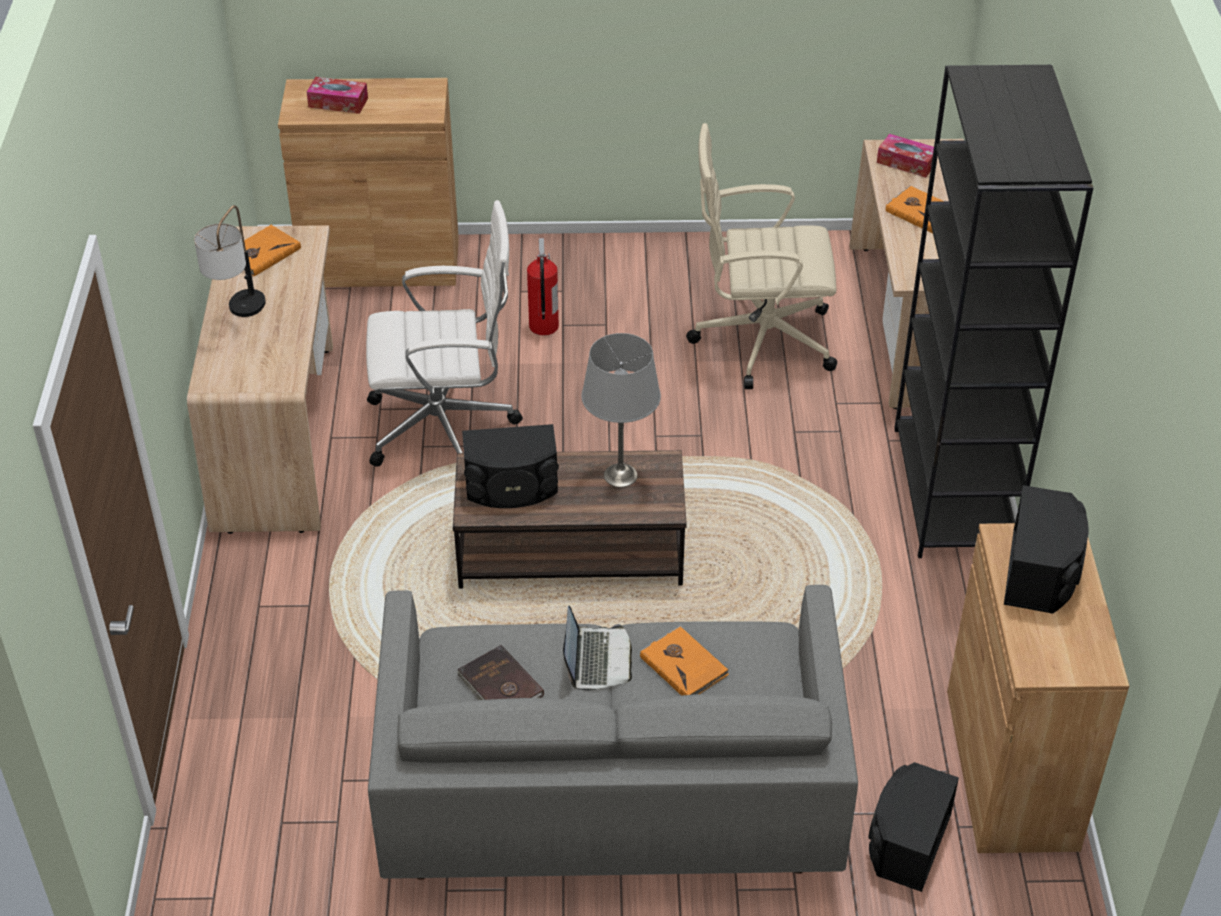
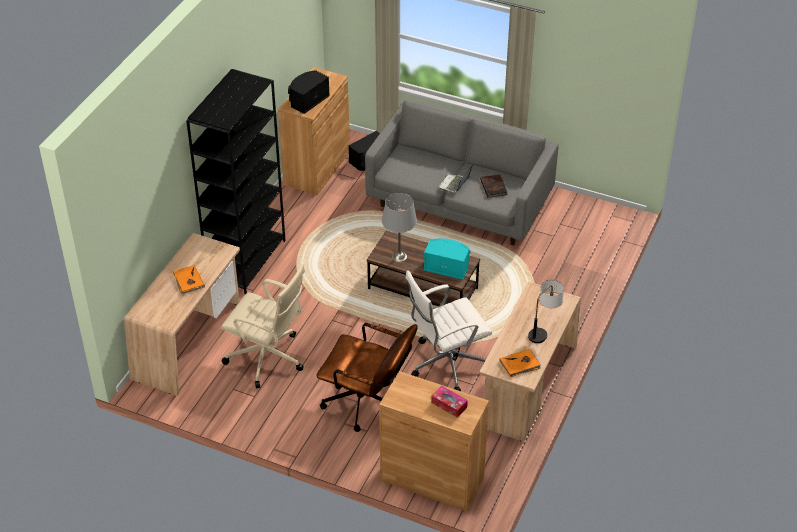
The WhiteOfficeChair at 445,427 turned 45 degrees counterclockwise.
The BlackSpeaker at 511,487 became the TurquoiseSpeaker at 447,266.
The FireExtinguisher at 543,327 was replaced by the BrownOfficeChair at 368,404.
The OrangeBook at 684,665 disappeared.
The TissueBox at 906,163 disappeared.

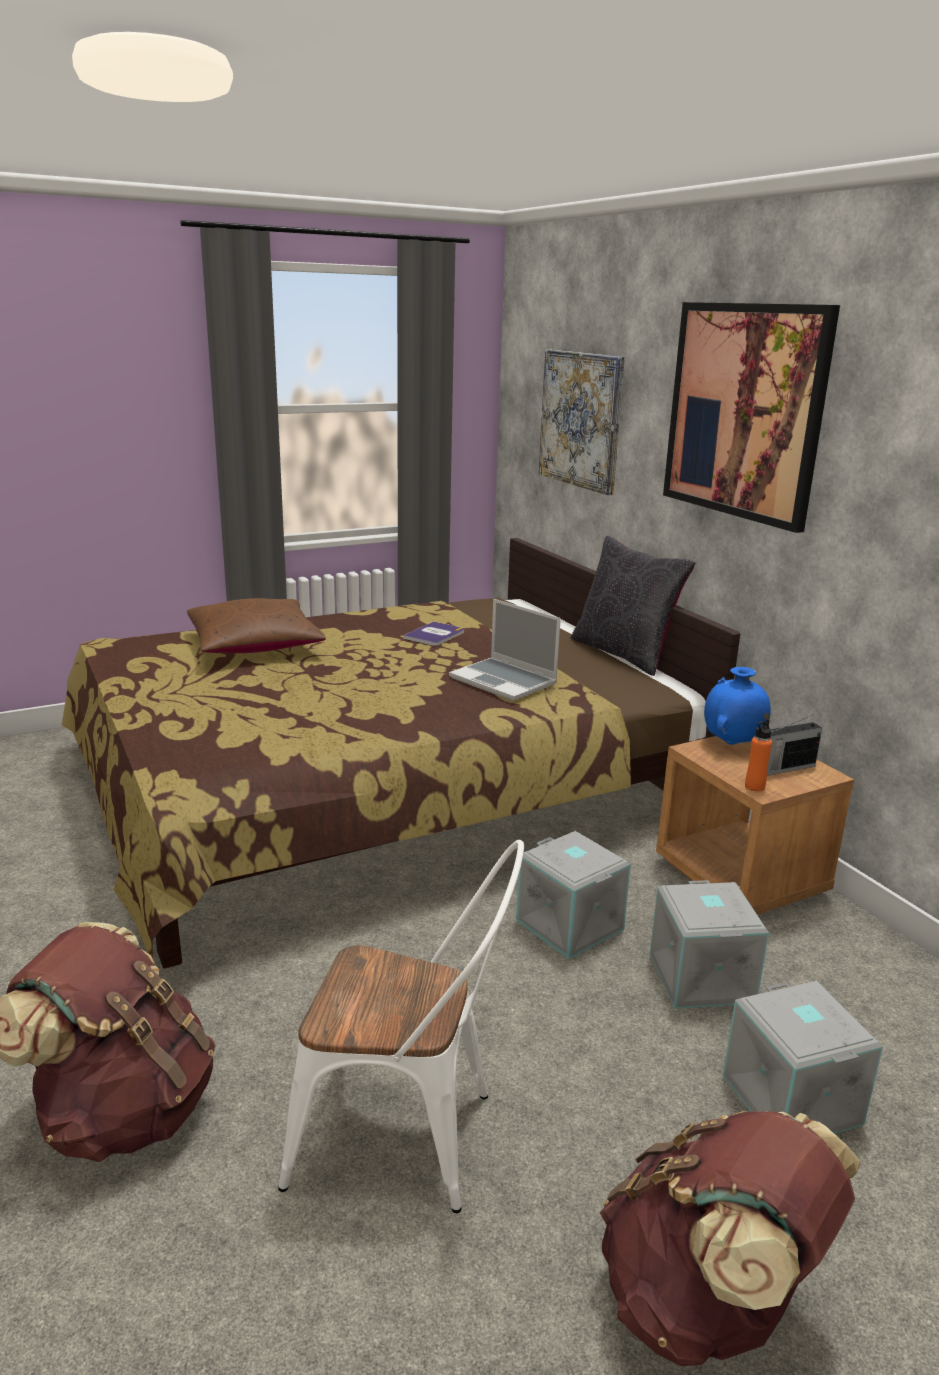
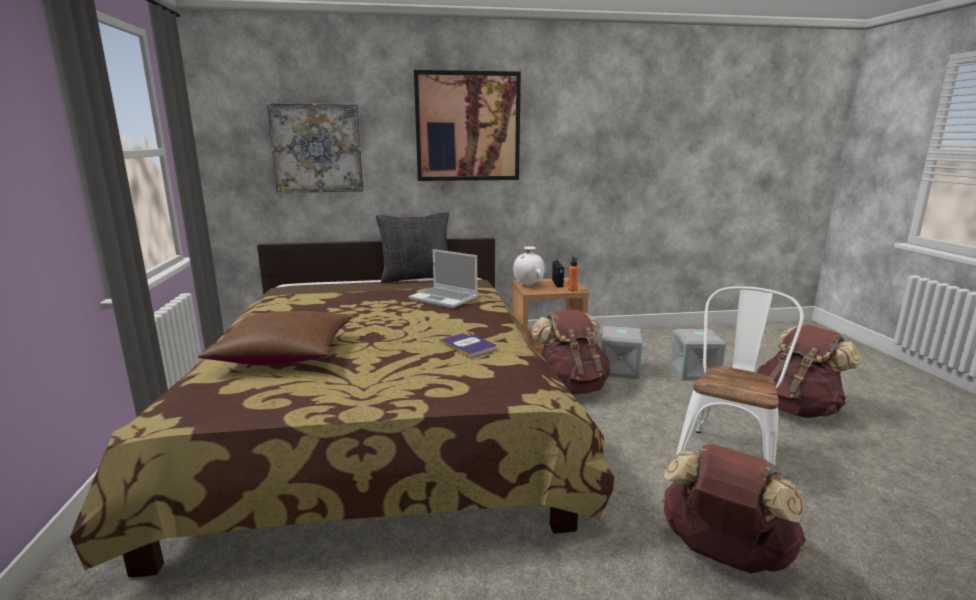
The Book moved from 434,635 to 468,345.
The Laptop at 505,681 turned 60 degrees clockwise.
The GreyStorageBox at 571,924 was replaced by the BrownBackpack at 570,387.
The BlueVase at 732,744 became the WhiteVase at 528,285.

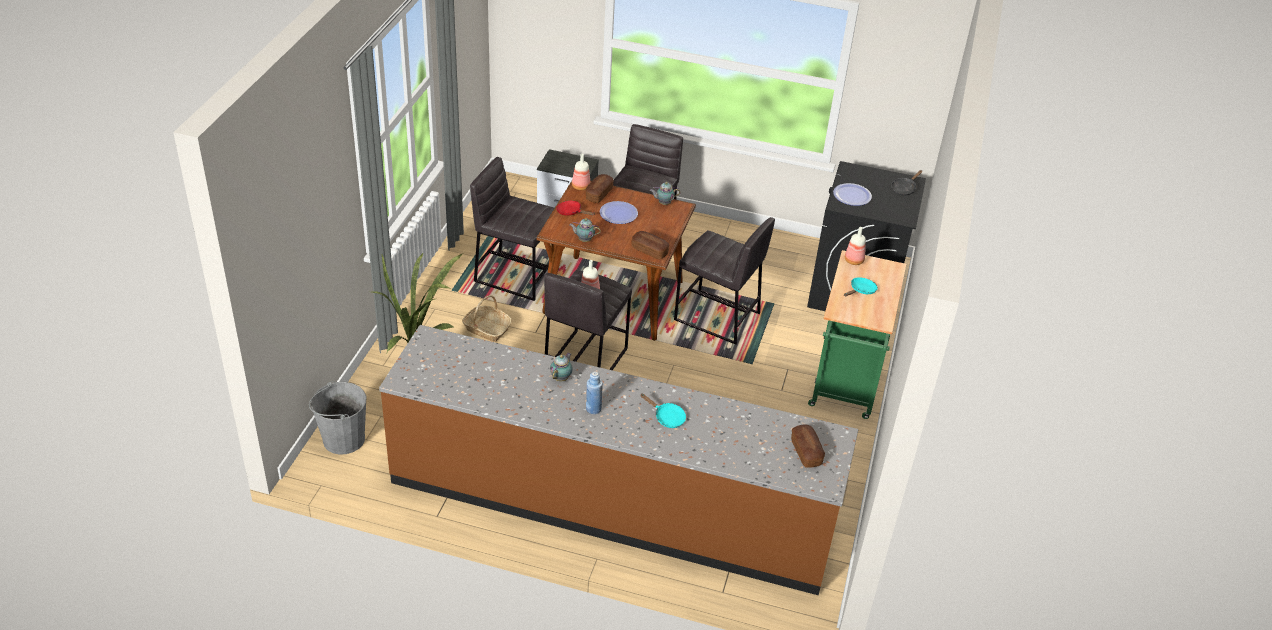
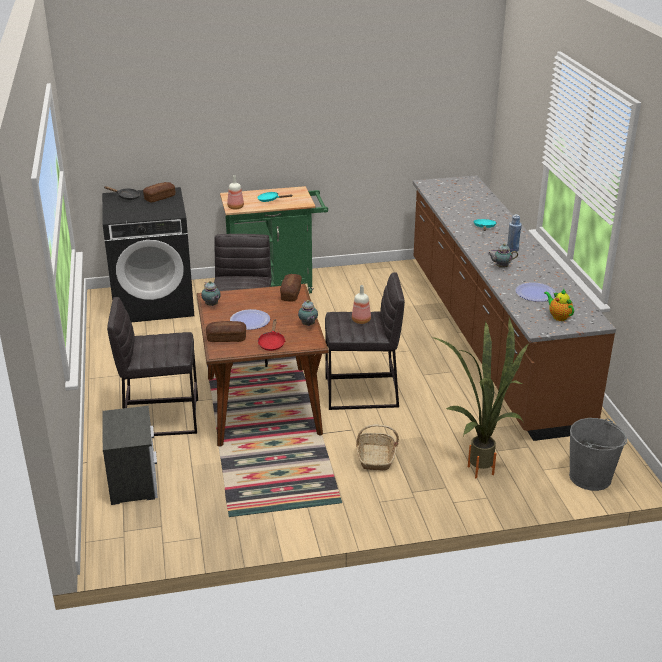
The GreyStool at 516,275 disappeared.
The Bottle at 580,187 disappeared.
The Bread moved from 806,452 to 159,198.
The Plate moved from 852,195 to 535,293.
The Teapot at 558,317 appeared.

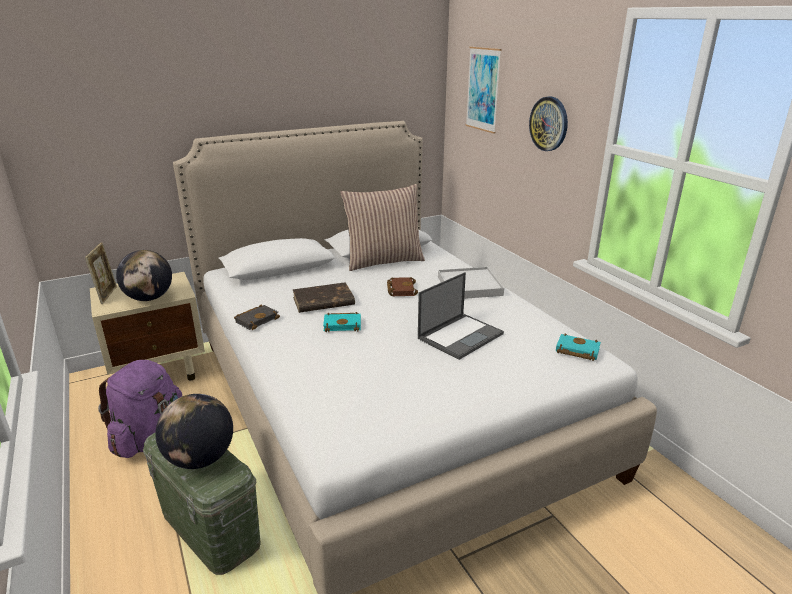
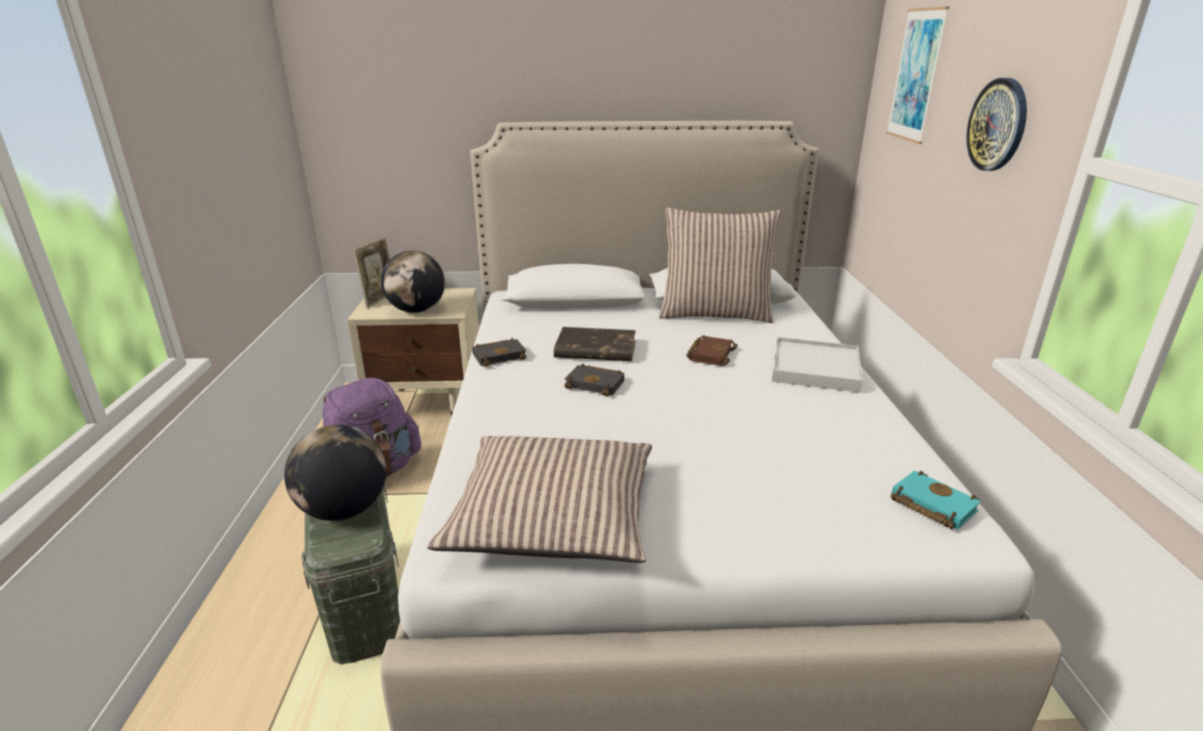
The TurquoiseBook at 343,324 became the BlackBook at 597,384.
The Laptop at 461,335 disappeared.
The Pillow at 553,515 appeared.

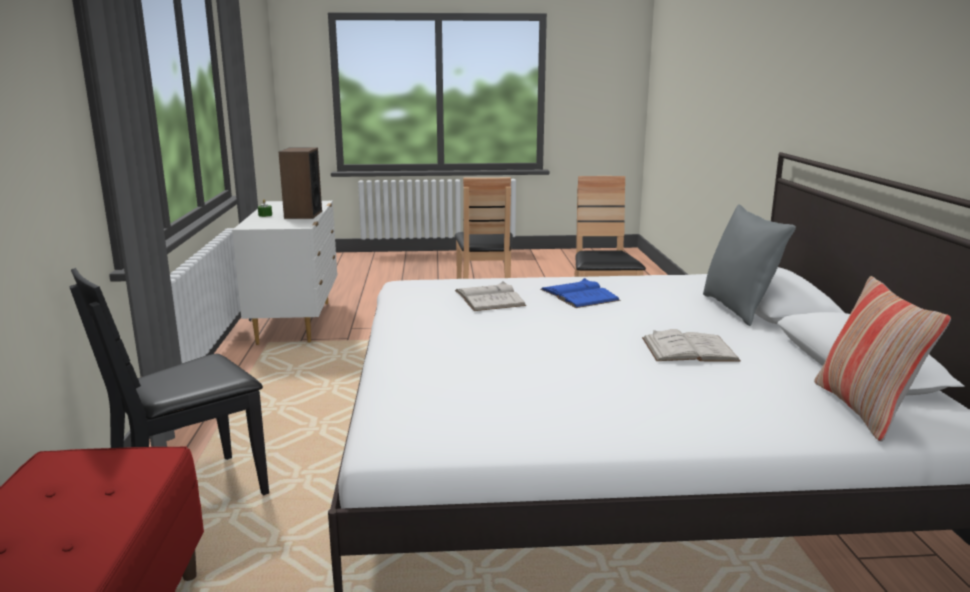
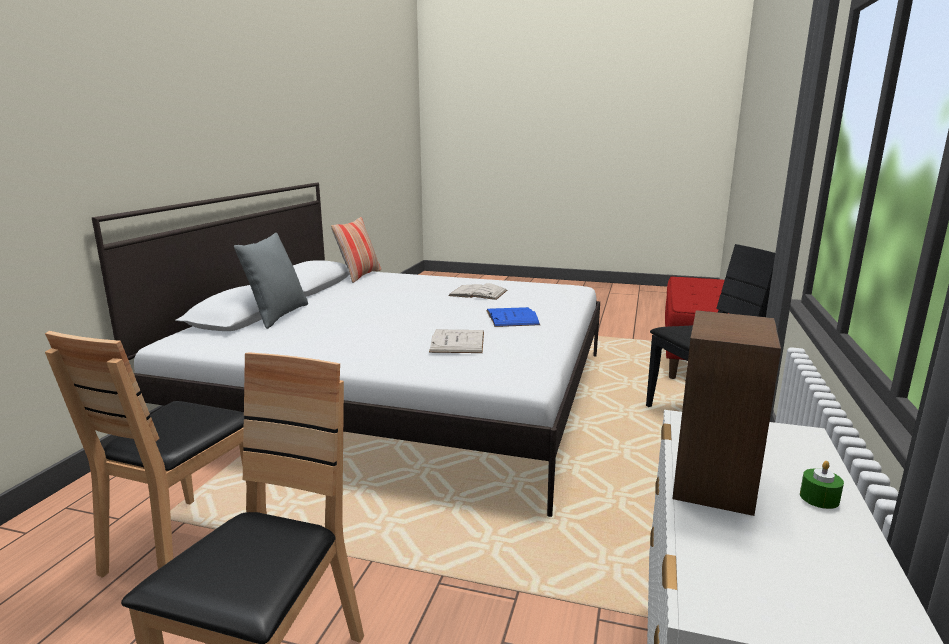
The BlueBook moved from 579,295 to 512,317.
The WhiteBook moved from 689,349 to 478,293.

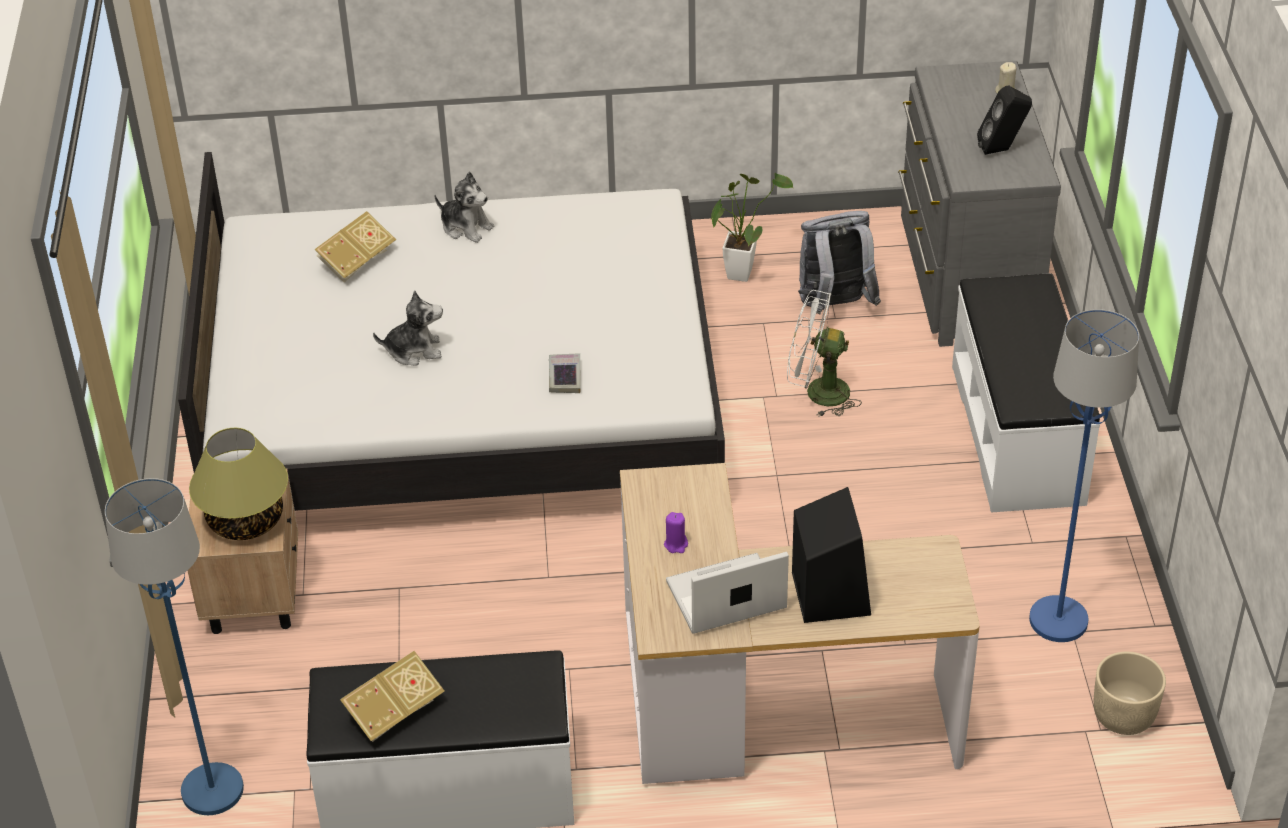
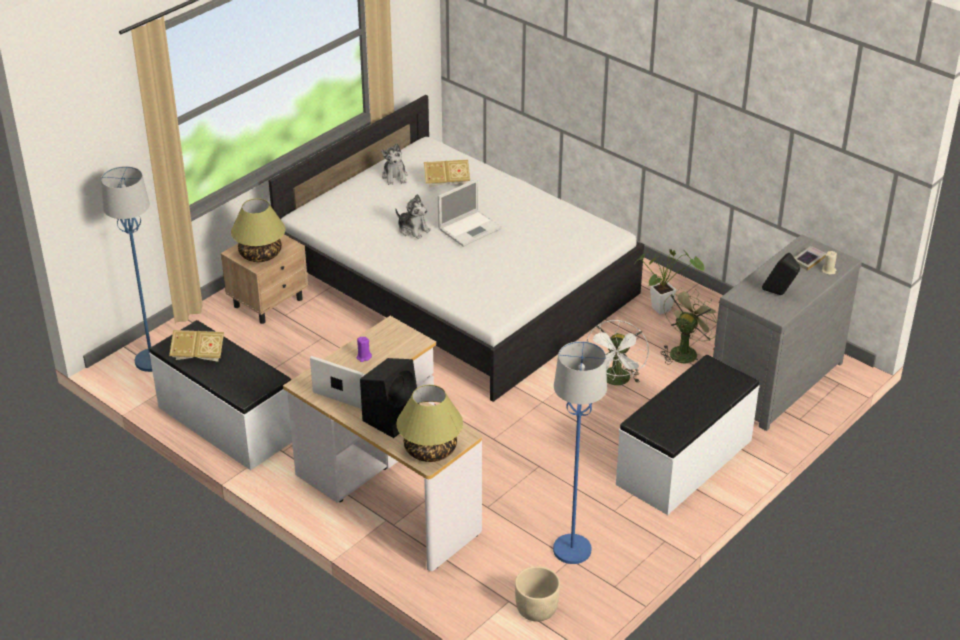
The PlushToy moved from 466,227 to 395,176.
The Book moved from 564,377 to 808,260.
The WhiteFan at 817,393 turned 135 degrees counterclockwise.
The GreyBackpack at 834,306 was replaced by the GreenFan at 685,351.
The TableLamp at 430,450 appeared.
The Laptop at 470,228 appeared.

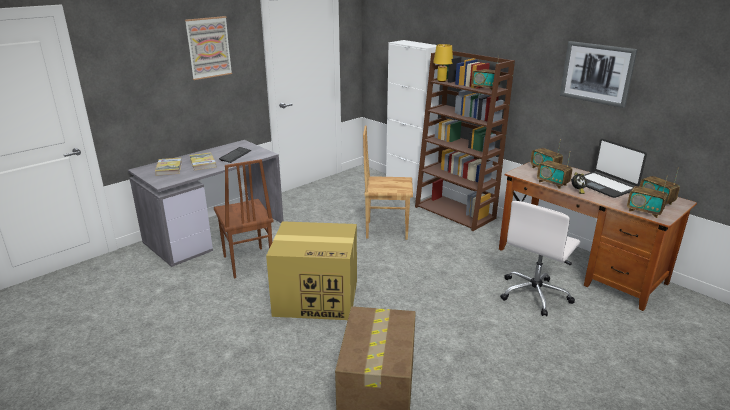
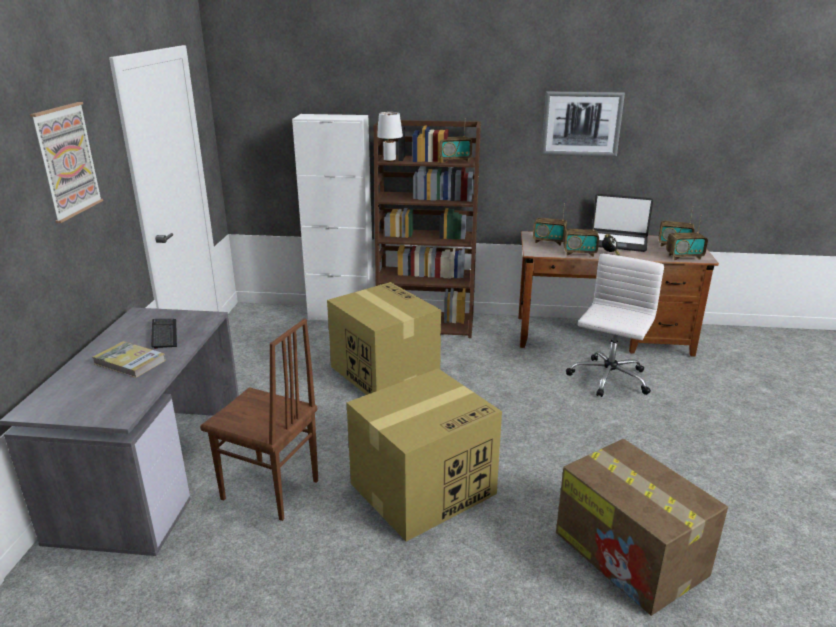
The Book at 169,168 disappeared.
The BrownChair at 386,230 was replaced by the CardboardBox at 383,372.
The YellowTableLamp at 441,81 became the WhiteTableLamp at 389,160.
The WhiteOfficeChair at 535,294 turned 150 degrees counterclockwise.

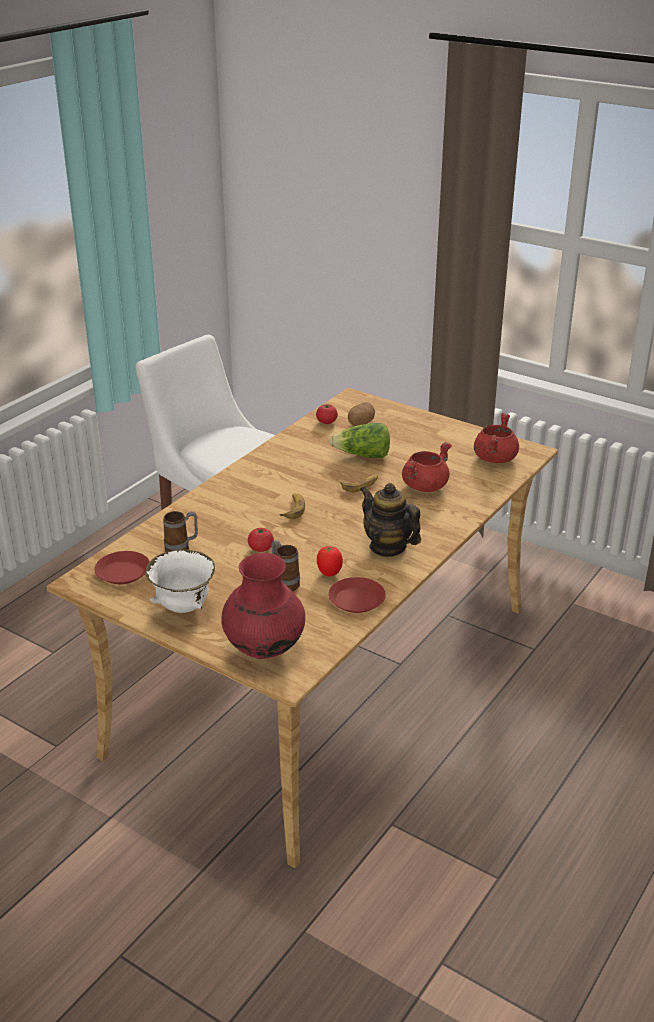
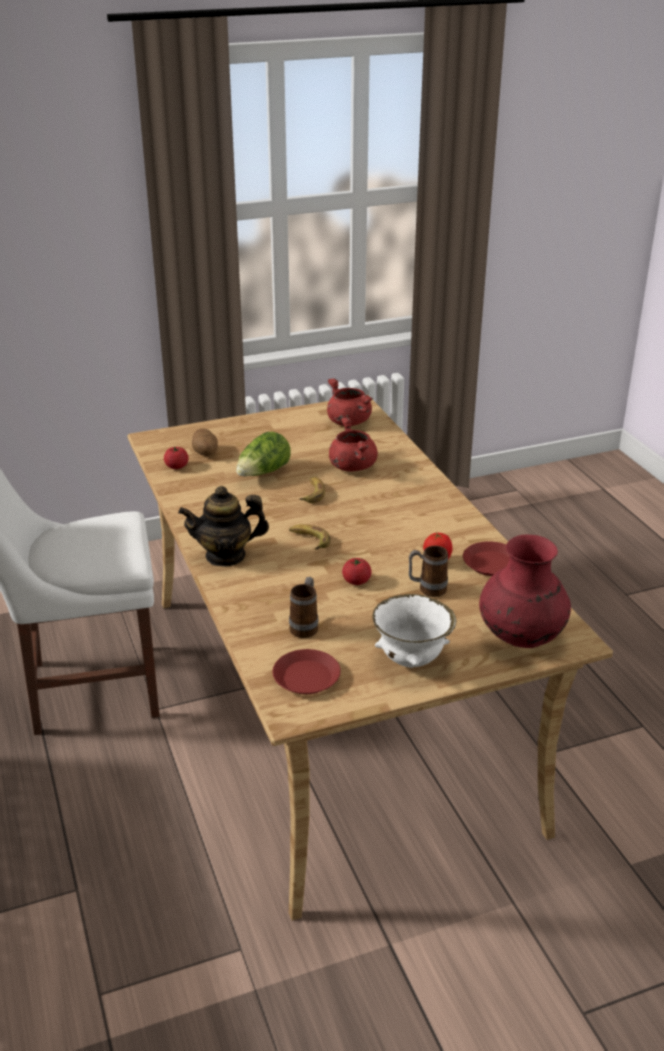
The Teapot moved from 388,547 to 226,555.

